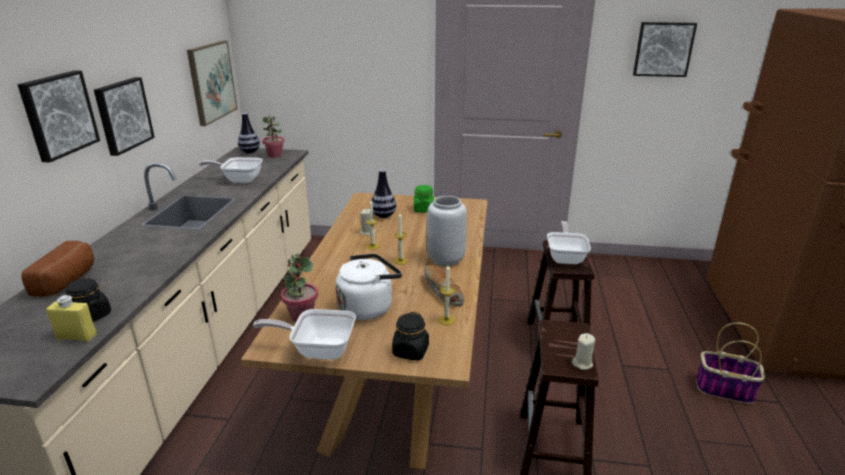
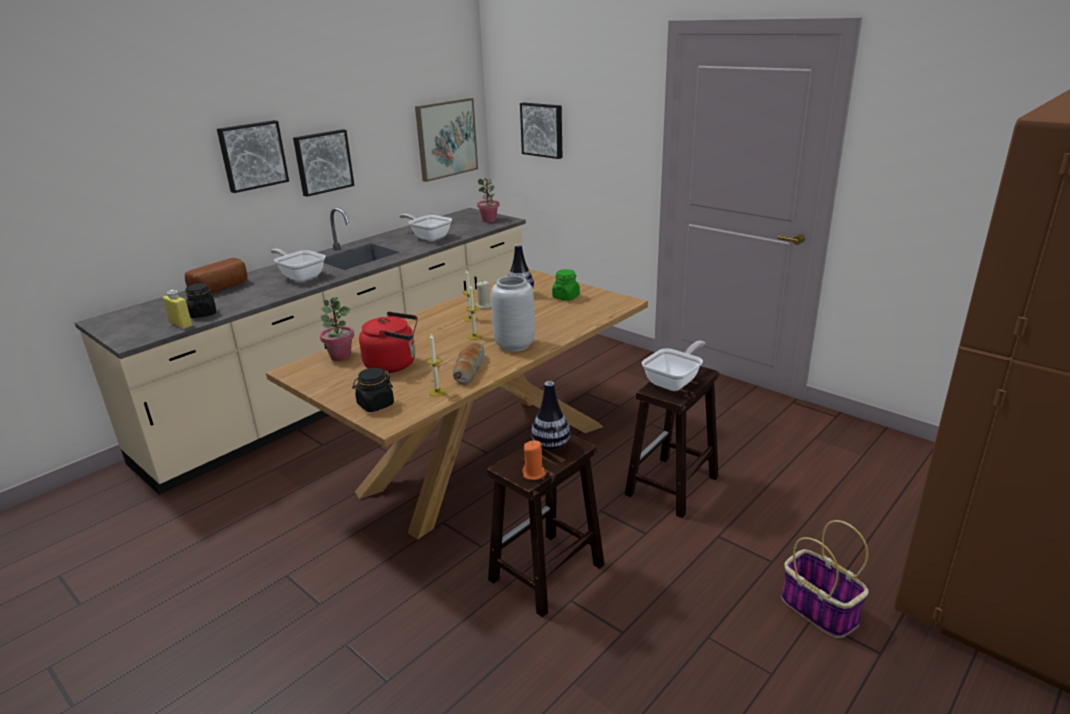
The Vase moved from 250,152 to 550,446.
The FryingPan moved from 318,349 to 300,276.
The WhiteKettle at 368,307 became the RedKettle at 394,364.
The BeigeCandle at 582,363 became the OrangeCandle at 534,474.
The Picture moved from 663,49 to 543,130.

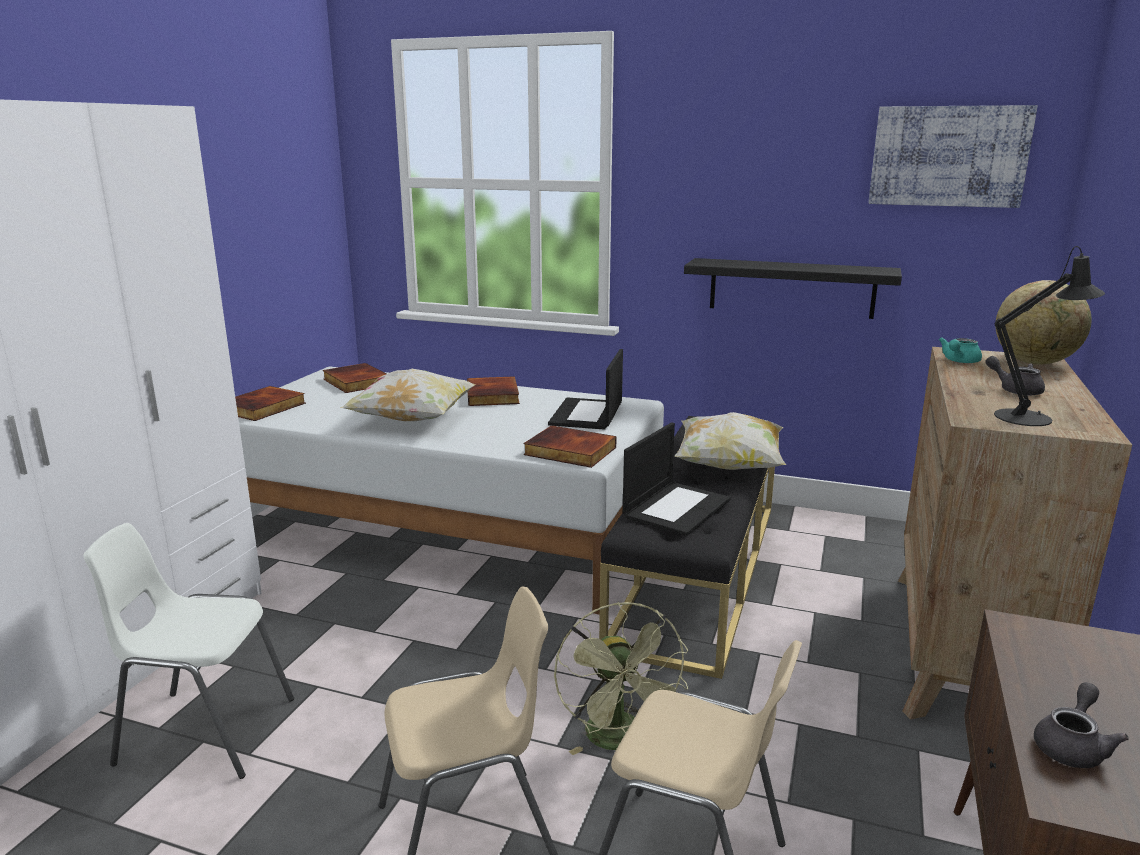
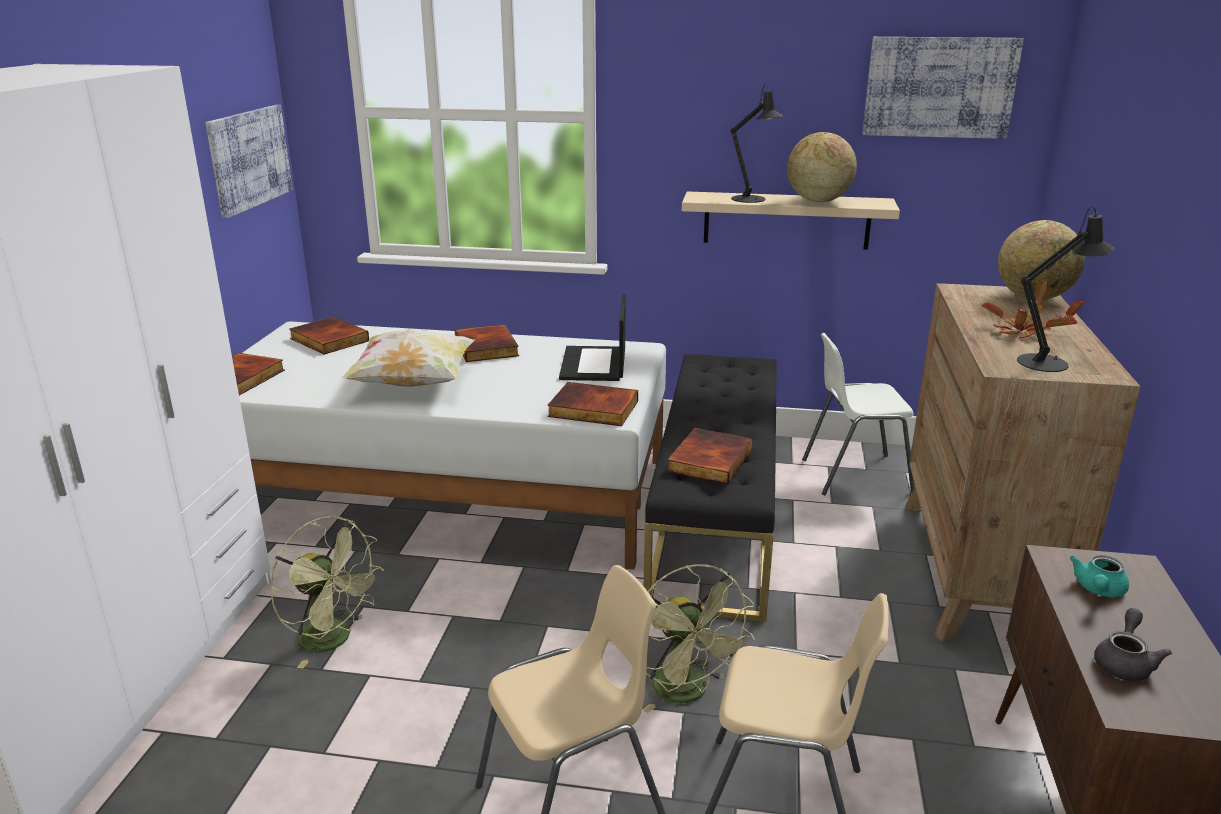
The WhiteChair moved from 205,731 to 854,475.
The Laptop at 676,507 was replaced by the Book at 708,459.
The Pillow at 728,466 disappeared.
The BlackShelf at 791,288 became the BeigeShelf at 786,220.
The TurquoiseTeapot moved from 958,361 to 1098,590.
The GreyTeapot at 1015,390 was replaced by the PottedPlant at 1026,331.
The Picture at 249,158 appeared.
The GreenFan at 334,640 appeared.
The BlackTableLamp at 752,200 appeared.
The Globe at 817,201 appeared.

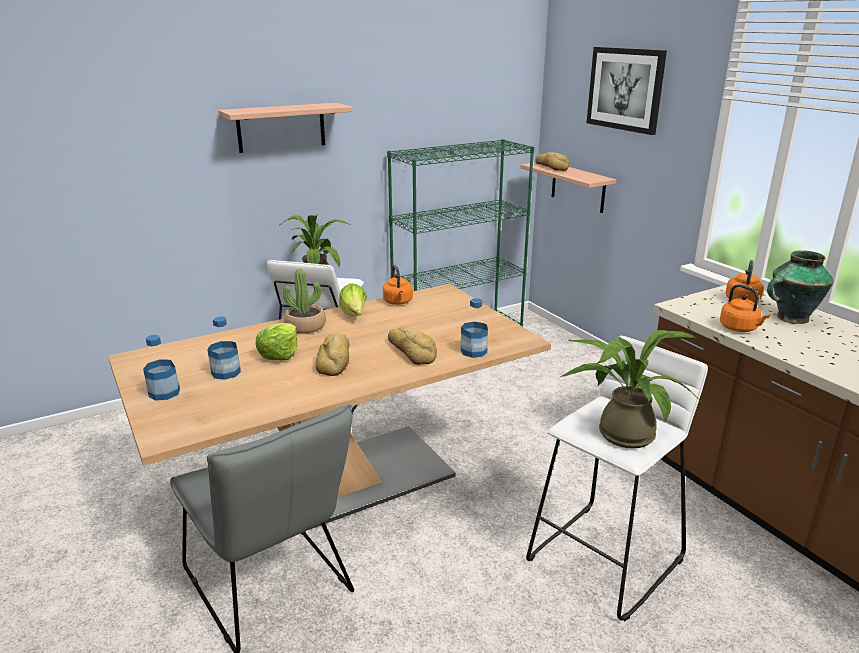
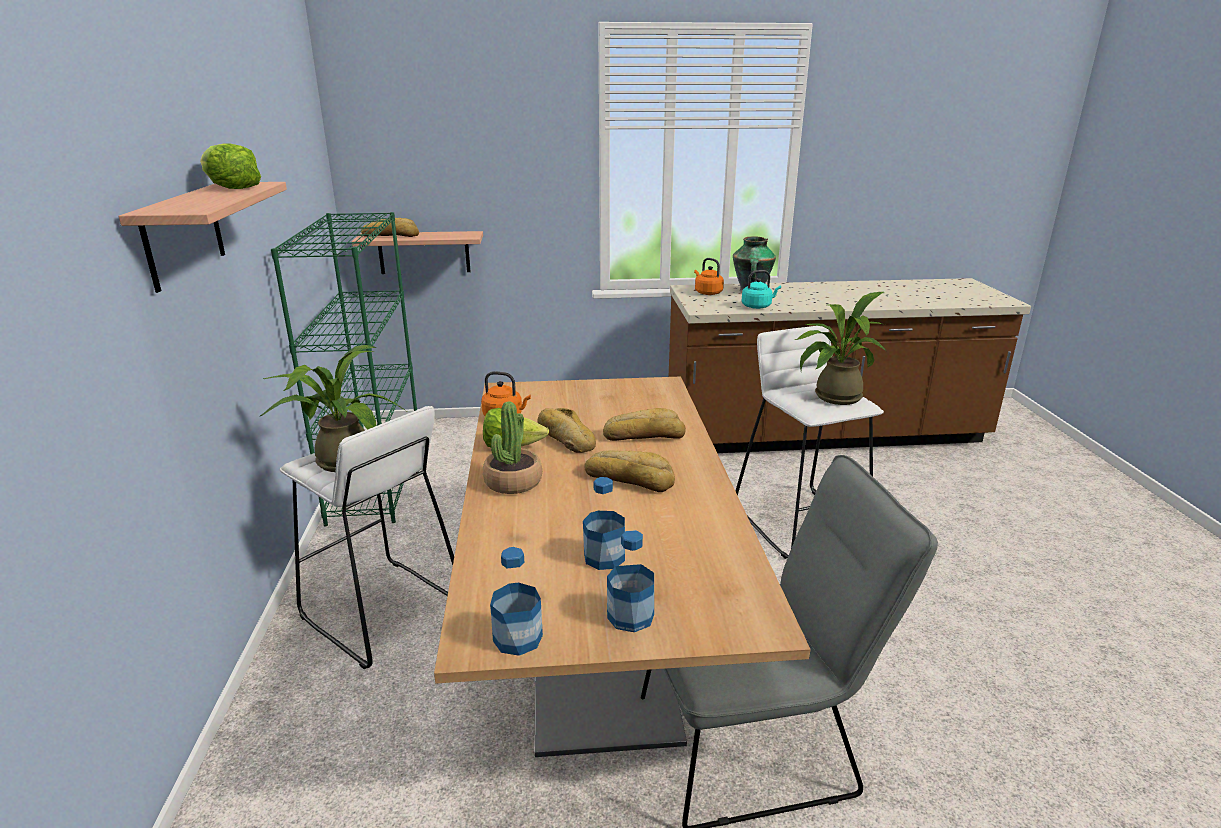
The Lettuce moved from 279,354 to 231,188.
The Bottle moved from 473,351 to 517,638.
The Picture at 625,89 disappeared.
The OrangeKettle at 740,328 became the TurquoiseKettle at 758,306.
The Bread at 565,438 appeared.

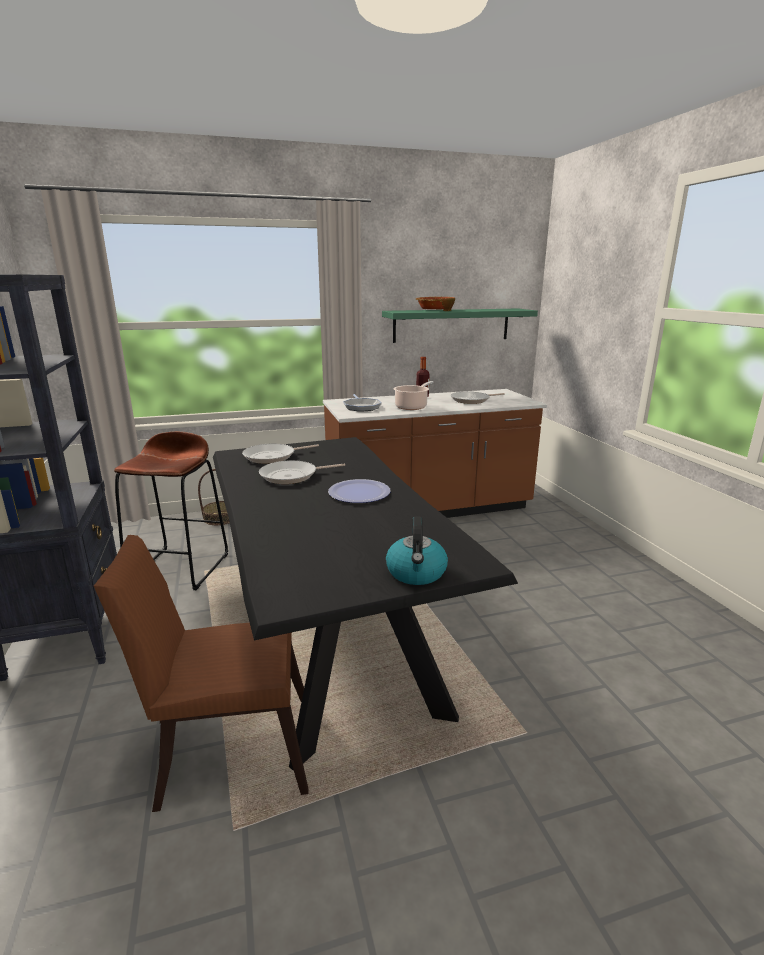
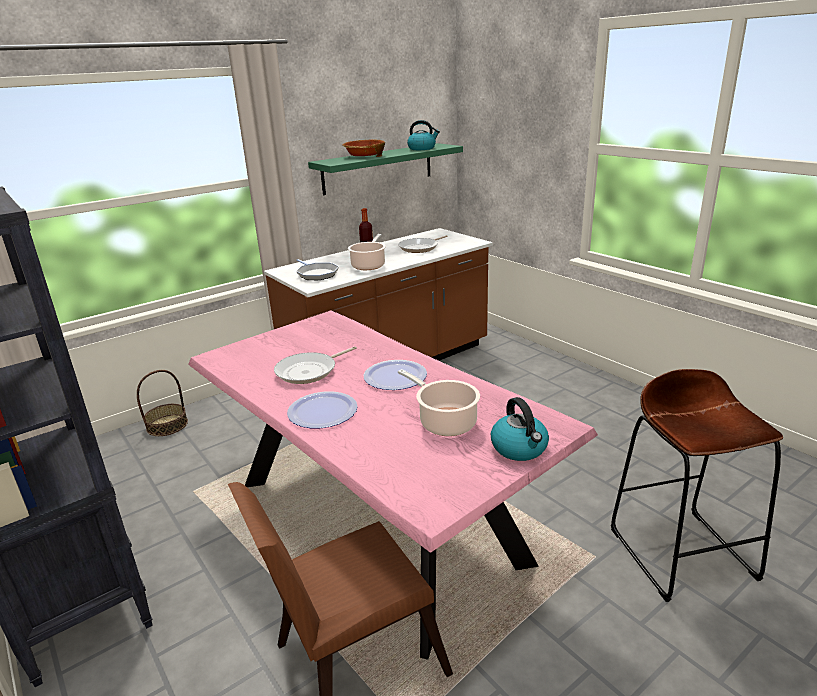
The BrownStool moved from 180,568 to 681,553.
The BlackDiningTable at 330,635 became the PinkDiningTable at 376,521.
The FryingPan at 272,457 disappeared.
The Plate at 322,411 appeared.
The CookingPot at 445,422 appeared.
The Kettle at 422,148 appeared.

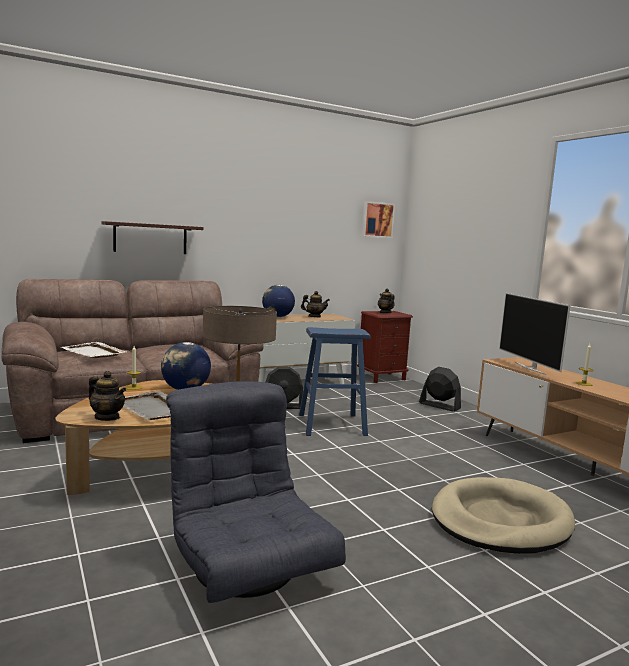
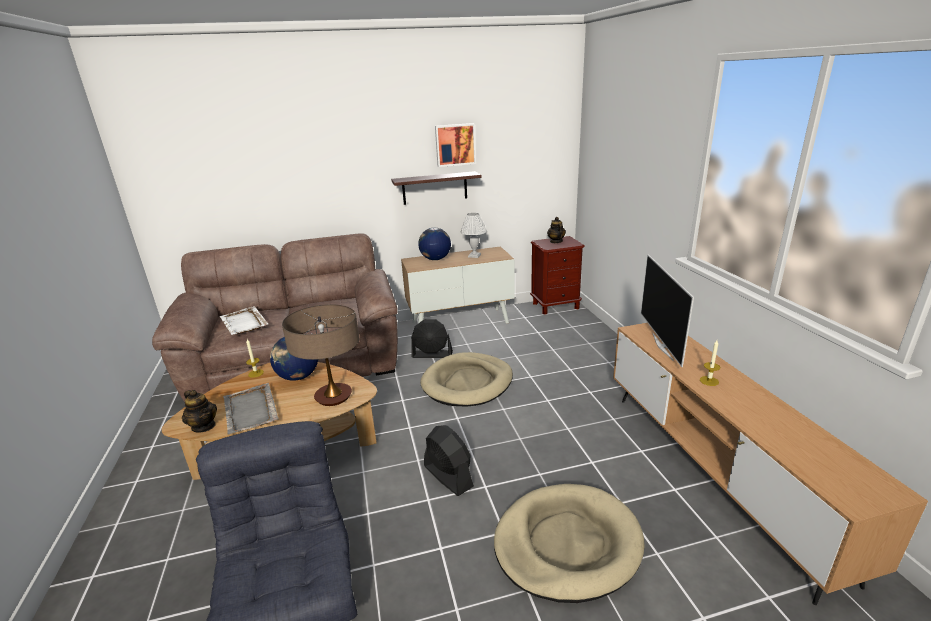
The Shelf moved from 150,238 to 435,188.
The BlueStool at 332,424 was replaced by the BeigeDogBed at 467,383.
The Teapot at 314,317 was replaced by the WhiteTableLamp at 474,255.
The Picture moved from 377,220 to 455,144.
The BlackFan moved from 439,406 to 448,476.

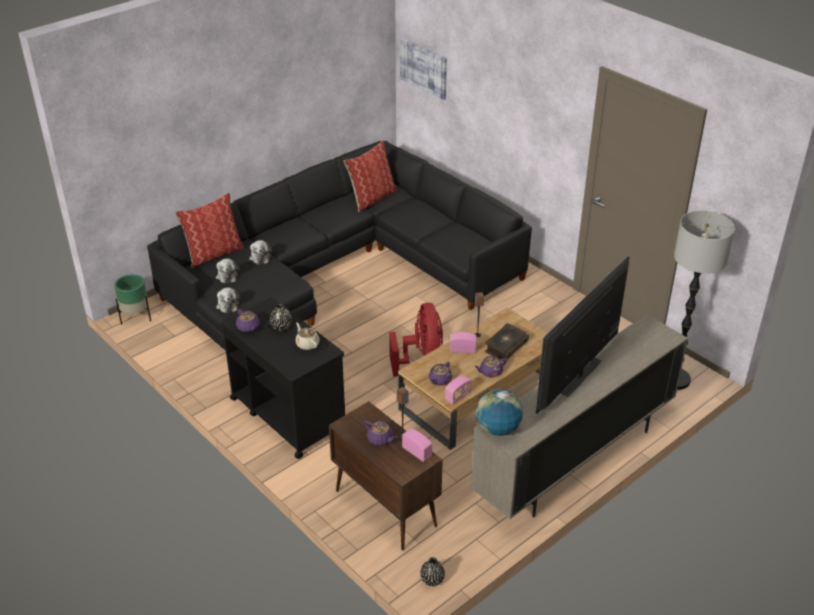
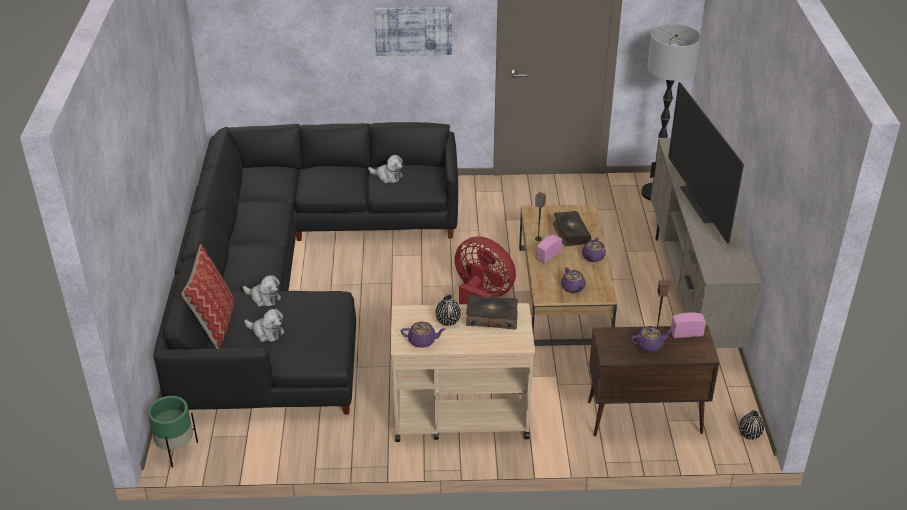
The PlushToy moved from 227,304 to 388,176.
The BlackCart at 287,414 became the BeigeCart at 460,415.
The BeigeTeapot at 307,344 was replaced by the Book at 492,318.
The Pillow at 371,198 disappeared.
The Picture moved from 424,68 to 413,30.
The Radio at 458,396 disappeared.
The Globe at 498,429 disappeared.

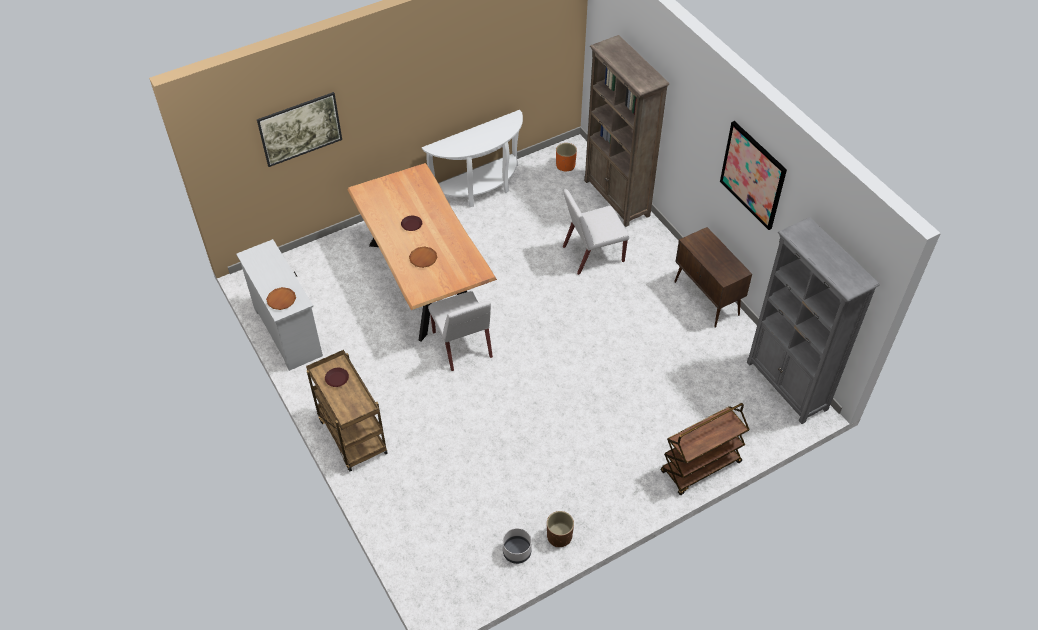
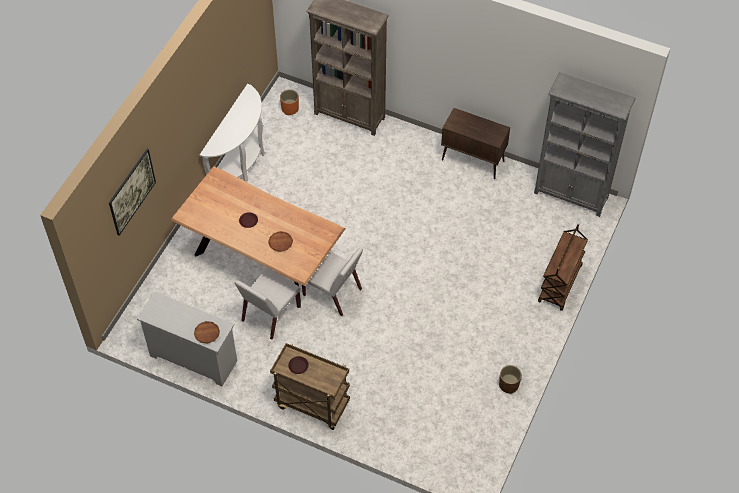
The GreyPlanter at 517,552 disappeared.
The WhiteChair moved from 592,254 to 270,314.
The Picture at 753,175 disappeared.

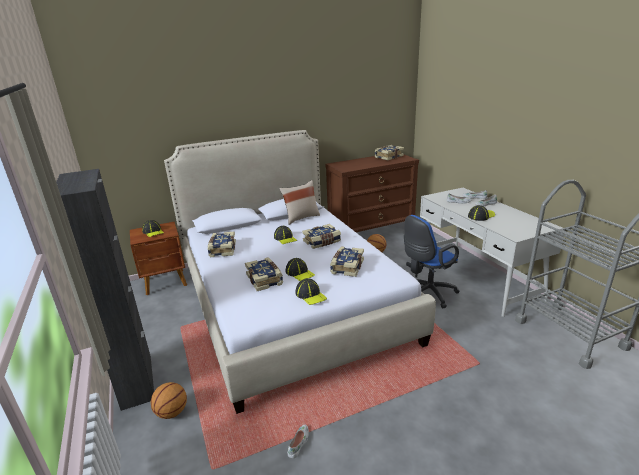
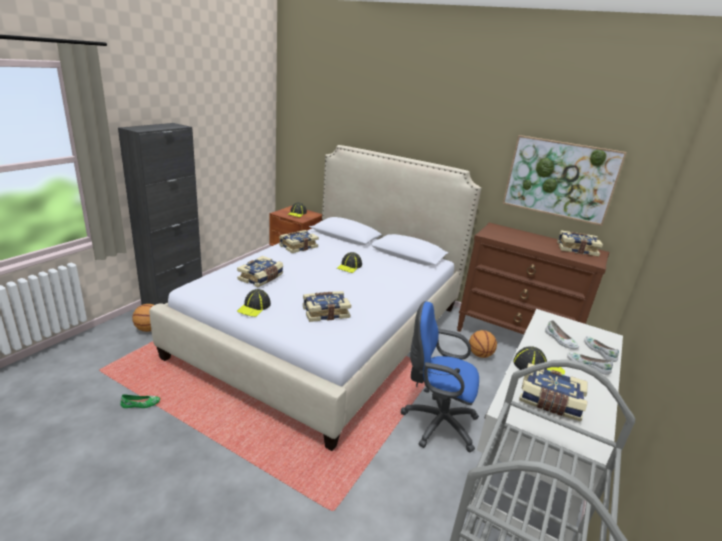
The BeigePillow at 301,218 disappeared.
The Cap at 300,273 disappeared.
The WhiteShoe at 299,443 became the GreenShoe at 140,404.
The Book moved from 322,242 to 550,401.
The Picture at 560,179 appeared.

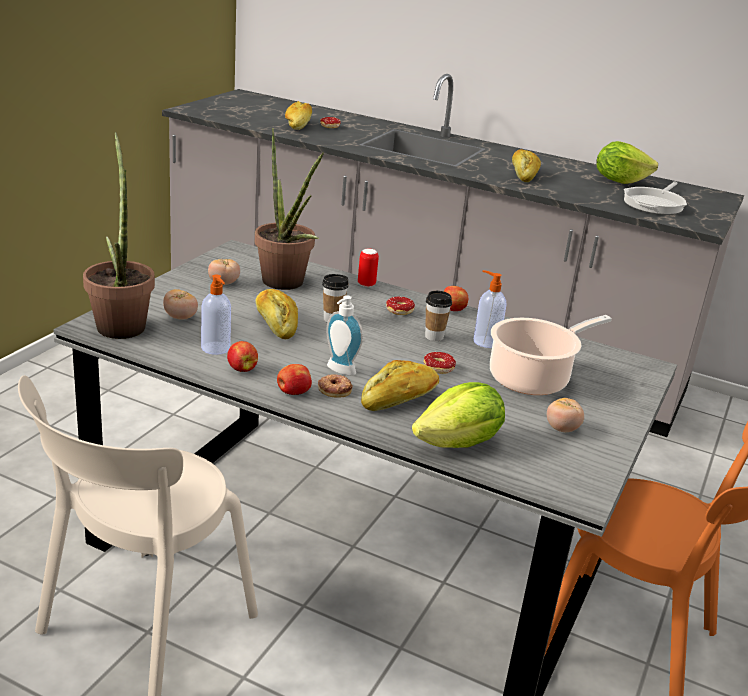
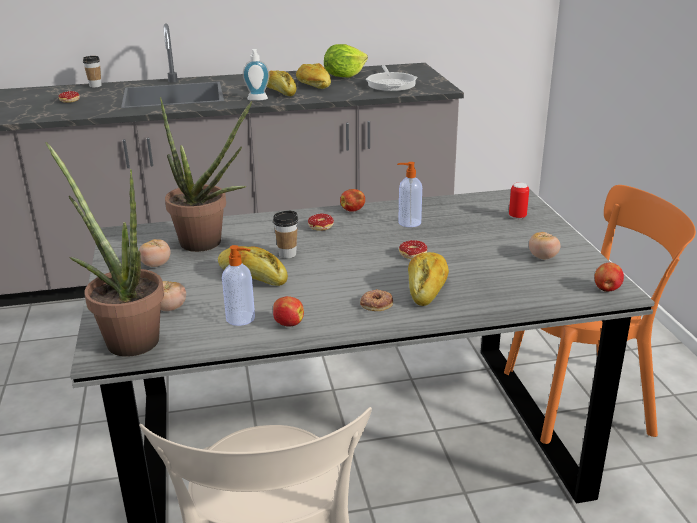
The Apple moved from 293,393 to 606,289.
The Bread moved from 298,125 to 313,85.
The SoapDispenser moved from 339,371 to 257,99.
The Can moved from 366,284 to 517,216.
The Lettuce at 459,444 disappeared.
The Cup moved from 434,337 to 95,86.
The CookingPot at 533,378 disappeared.

